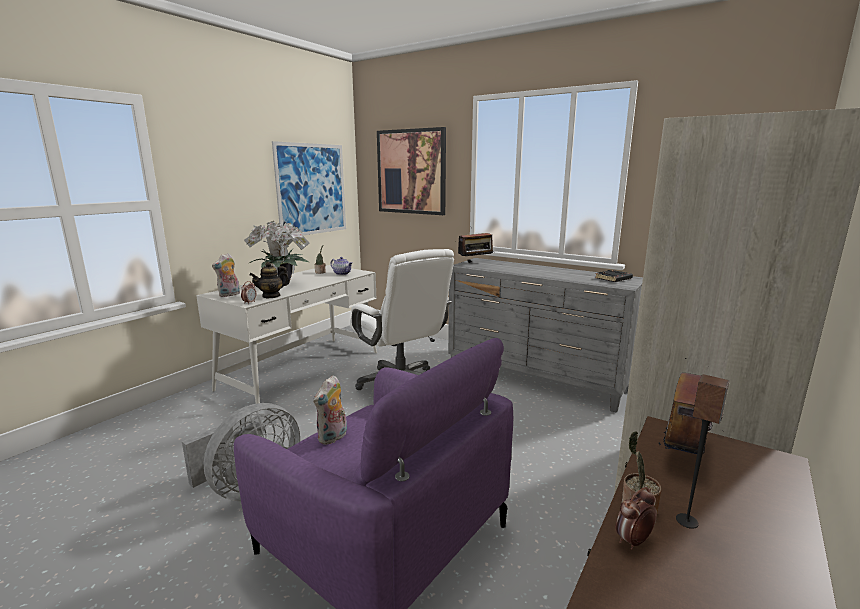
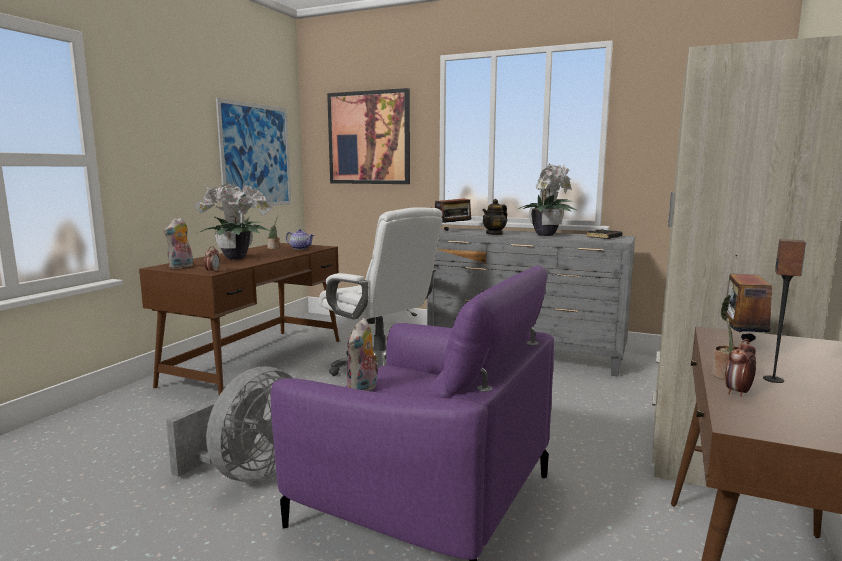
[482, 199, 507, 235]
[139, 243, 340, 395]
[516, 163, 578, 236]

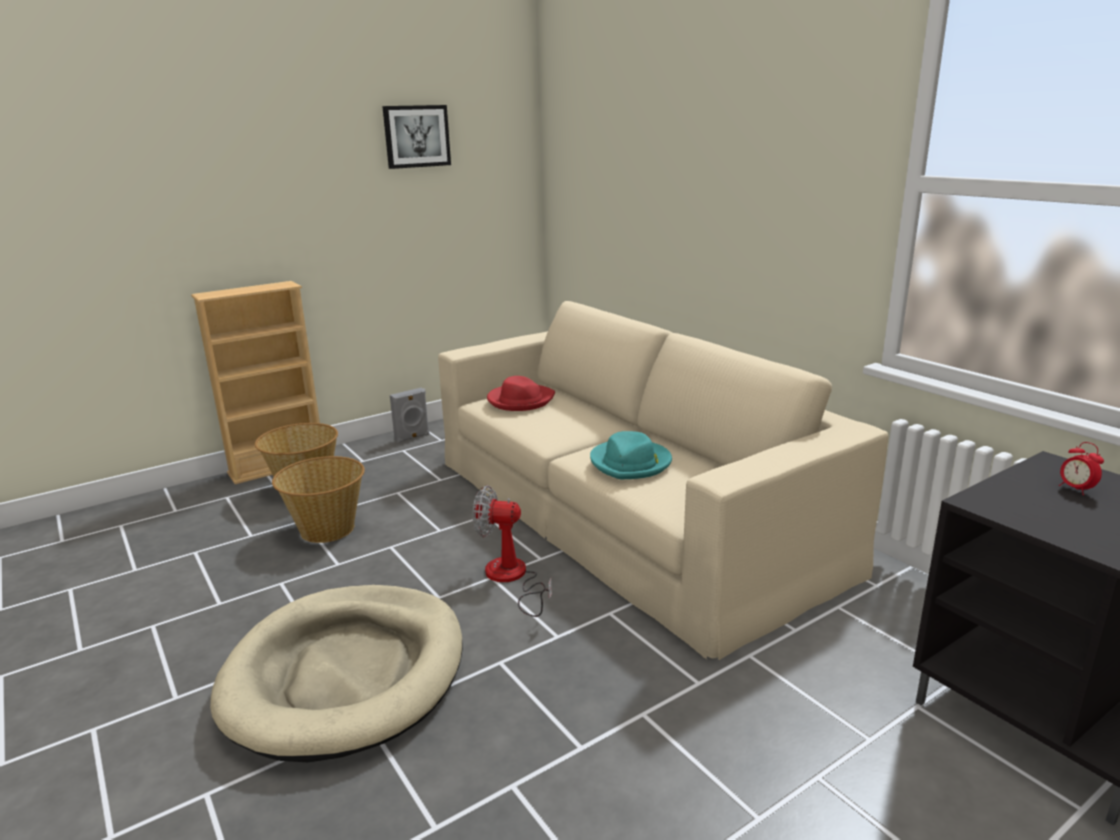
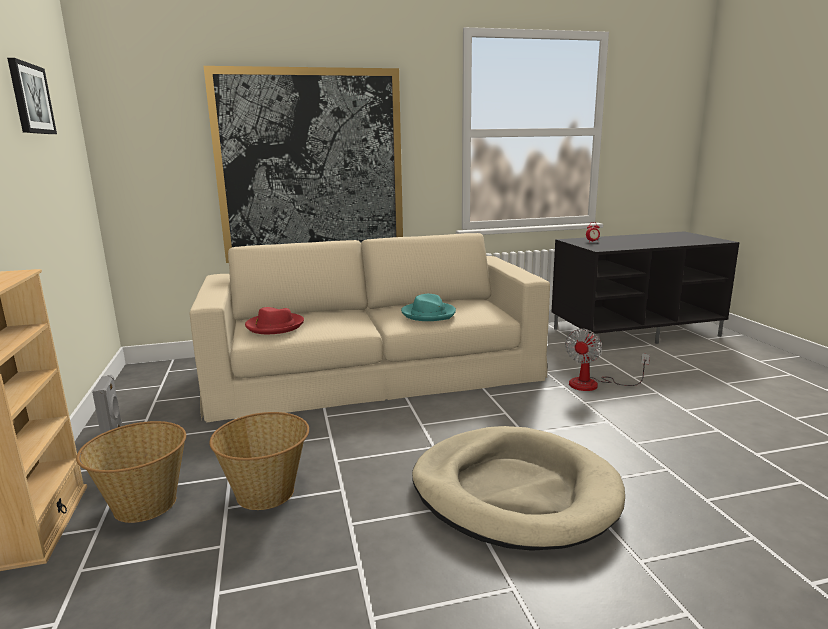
[565, 329, 650, 391]
[204, 66, 403, 263]

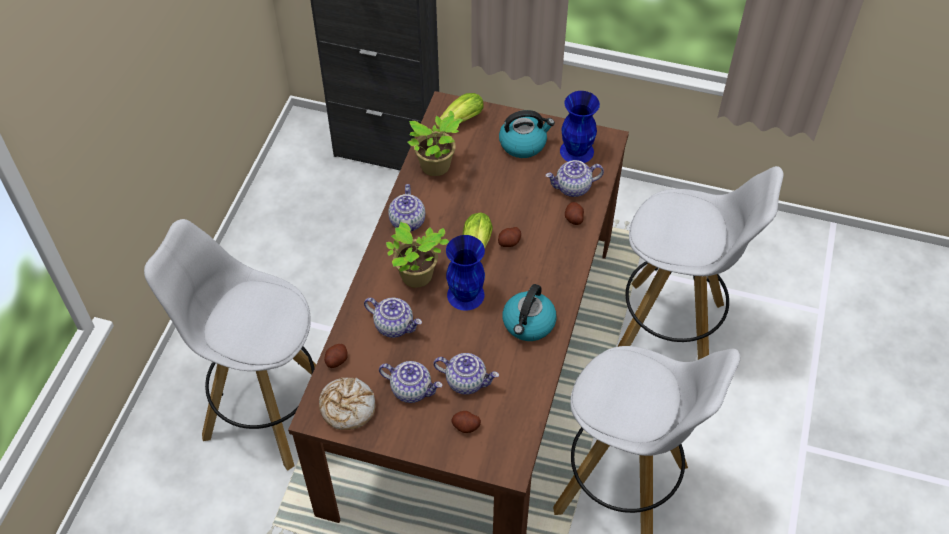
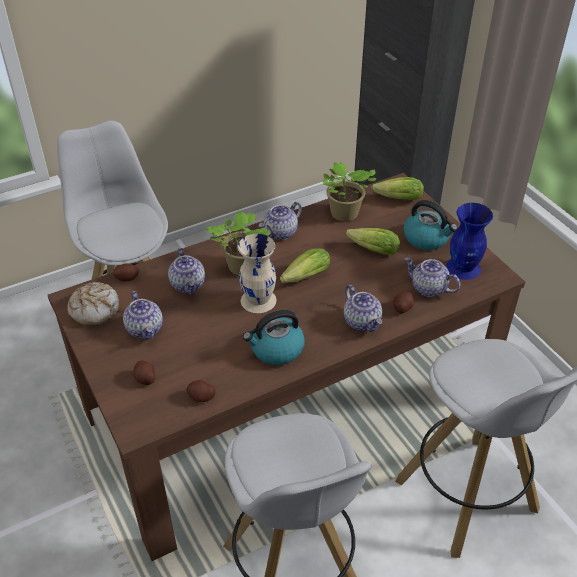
[187, 380, 216, 402]
[238, 234, 276, 313]
[344, 285, 382, 332]
[346, 228, 400, 255]

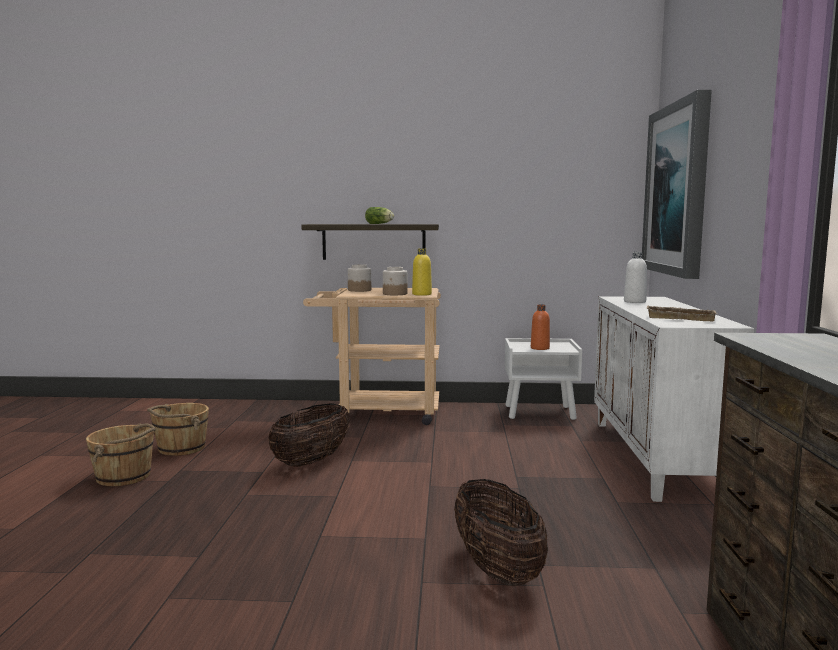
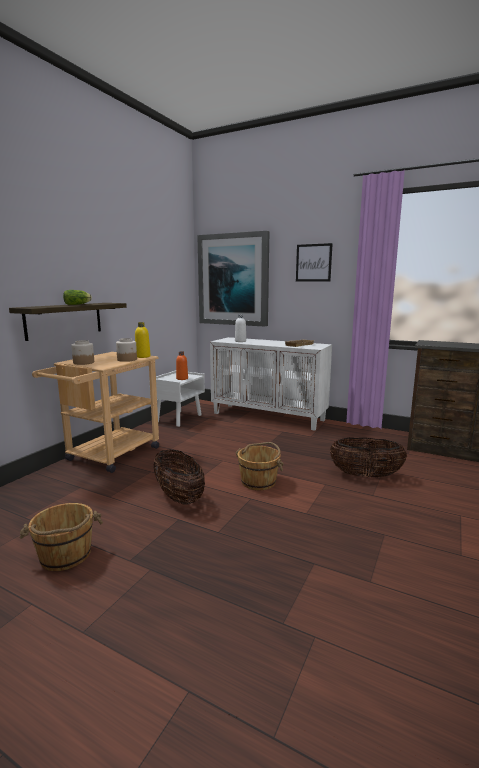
[236, 442, 284, 490]
[296, 243, 333, 281]

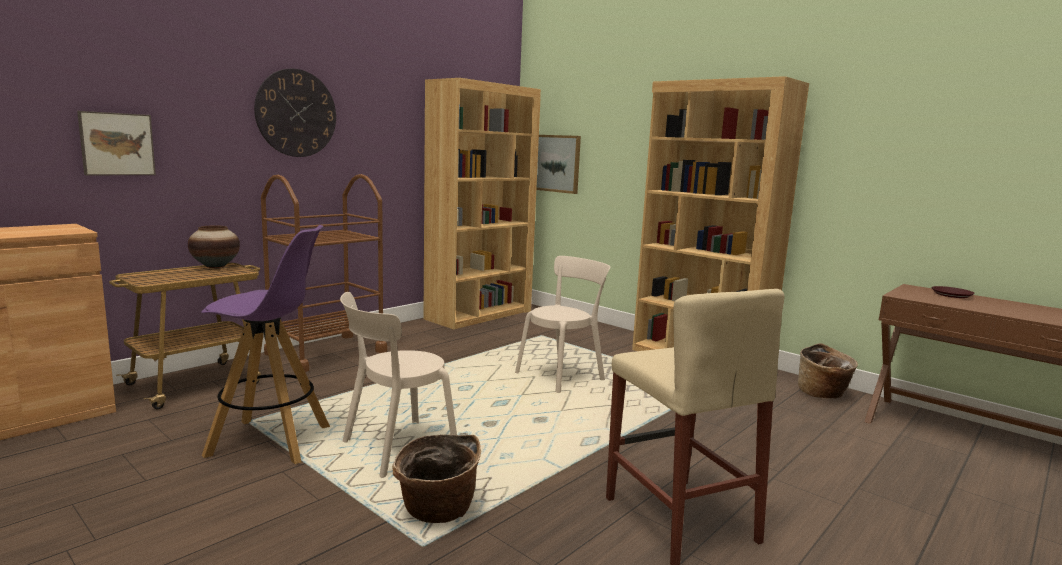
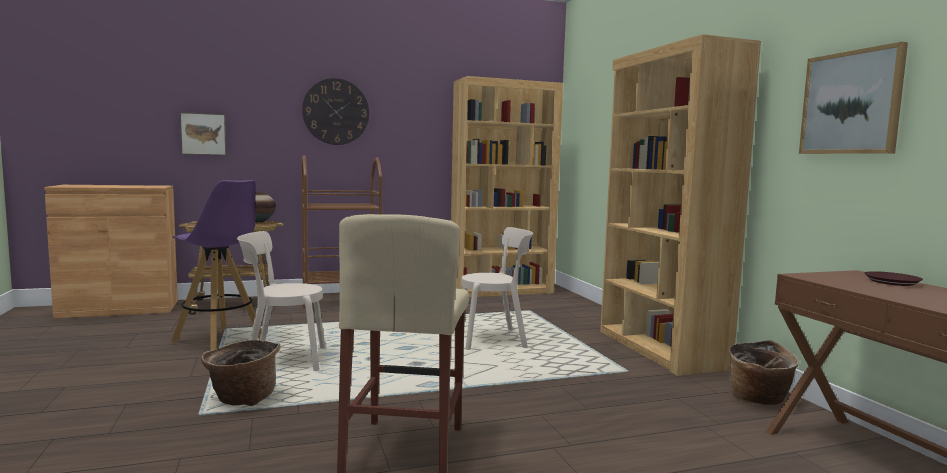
[799, 42, 908, 154]

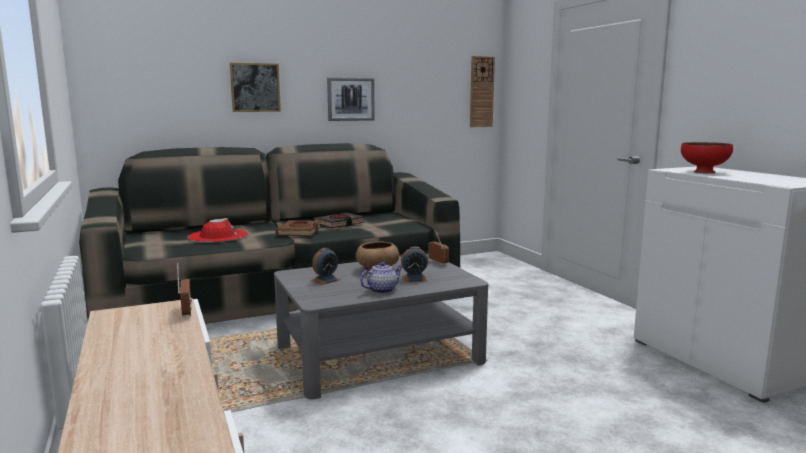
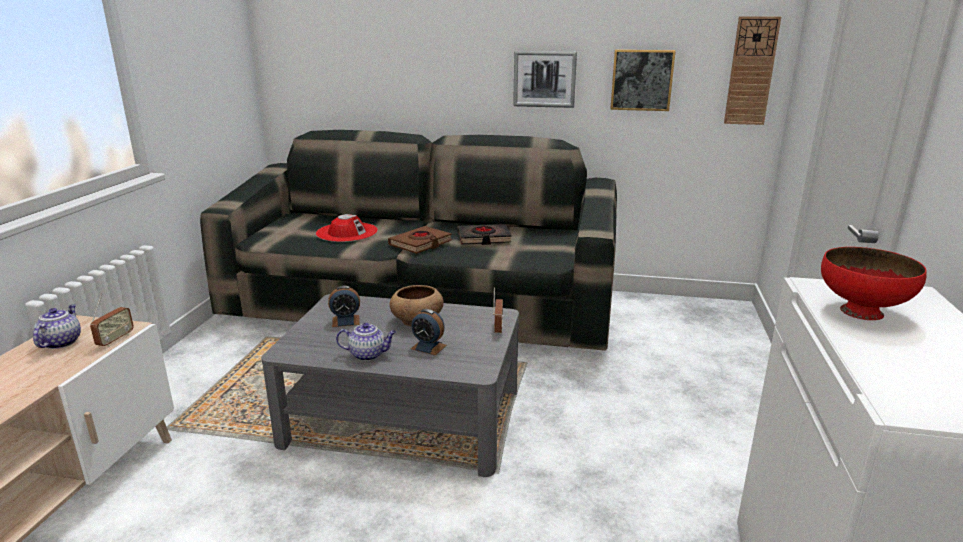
[610, 49, 676, 111]
[33, 304, 81, 349]

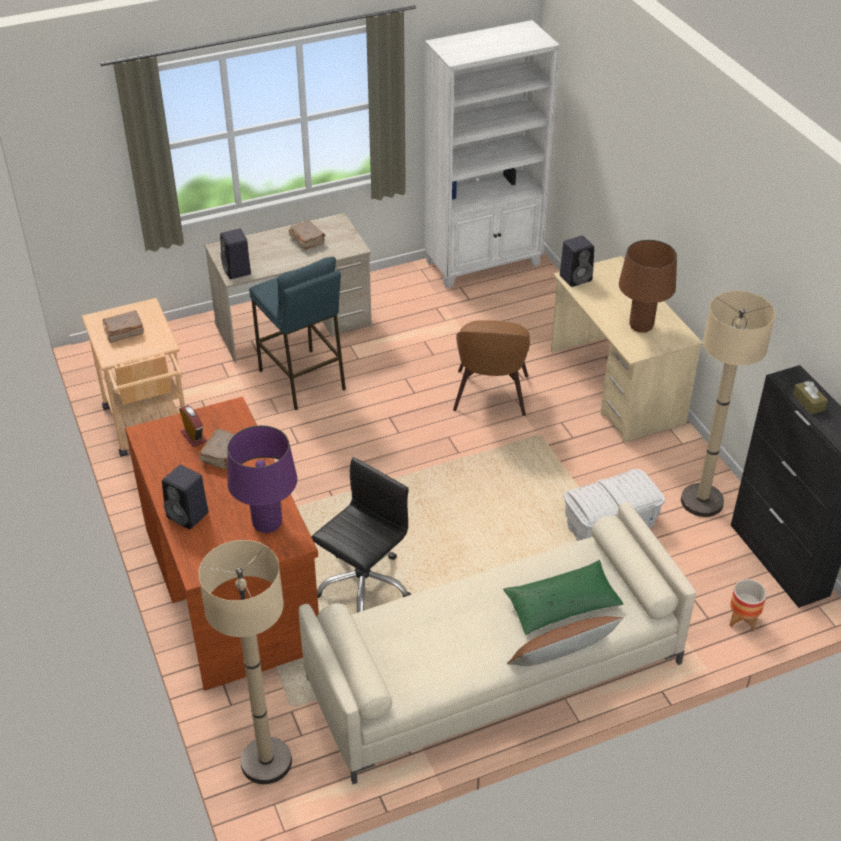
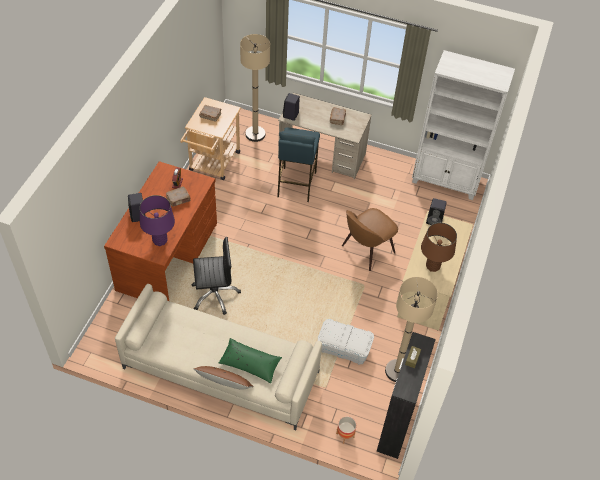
[240, 34, 270, 142]

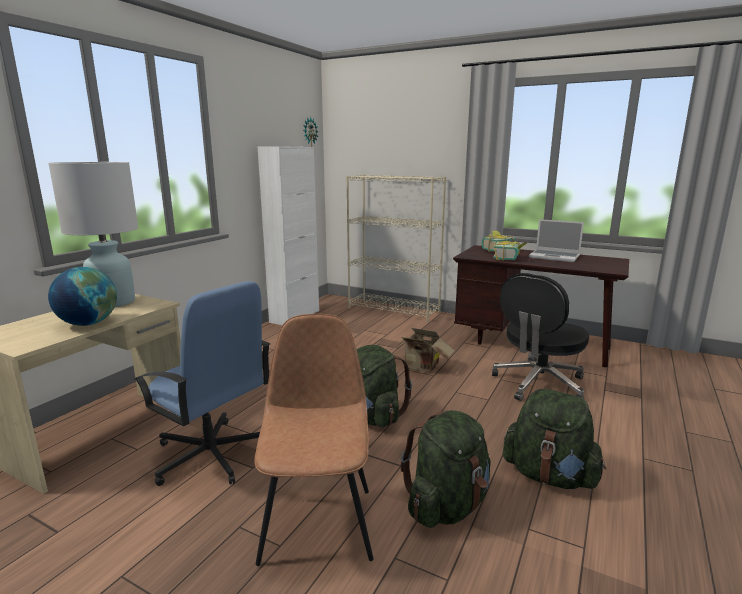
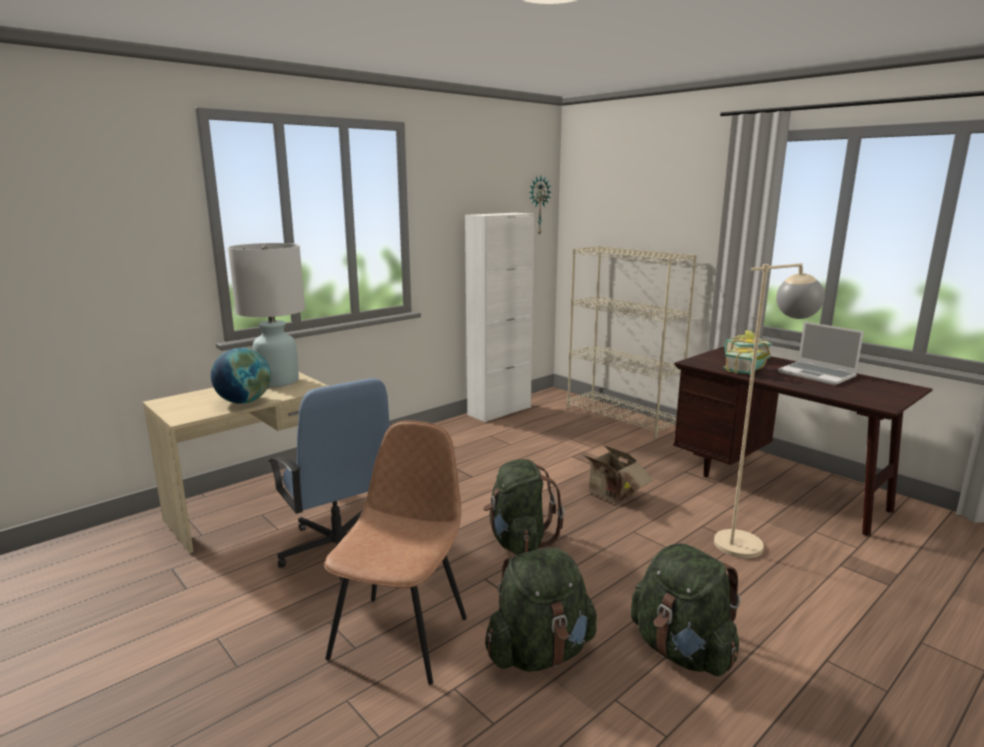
[714, 263, 825, 558]

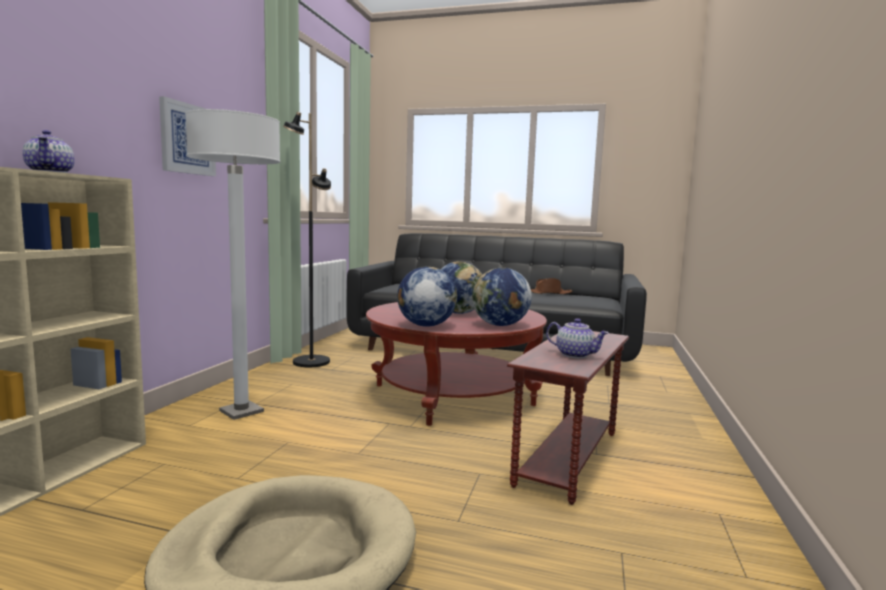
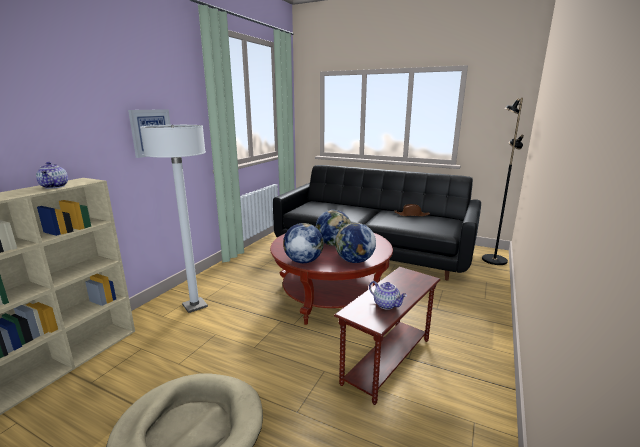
[482, 98, 524, 265]

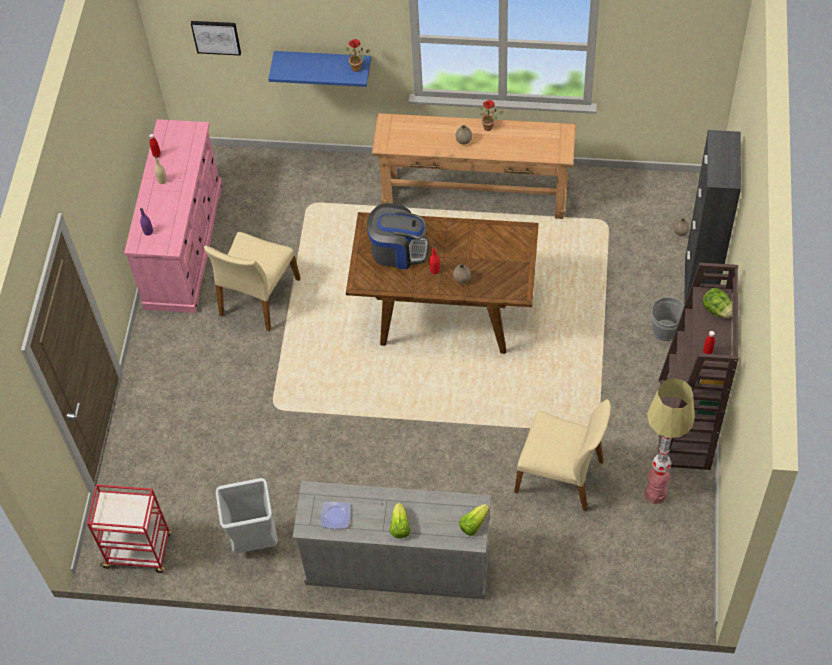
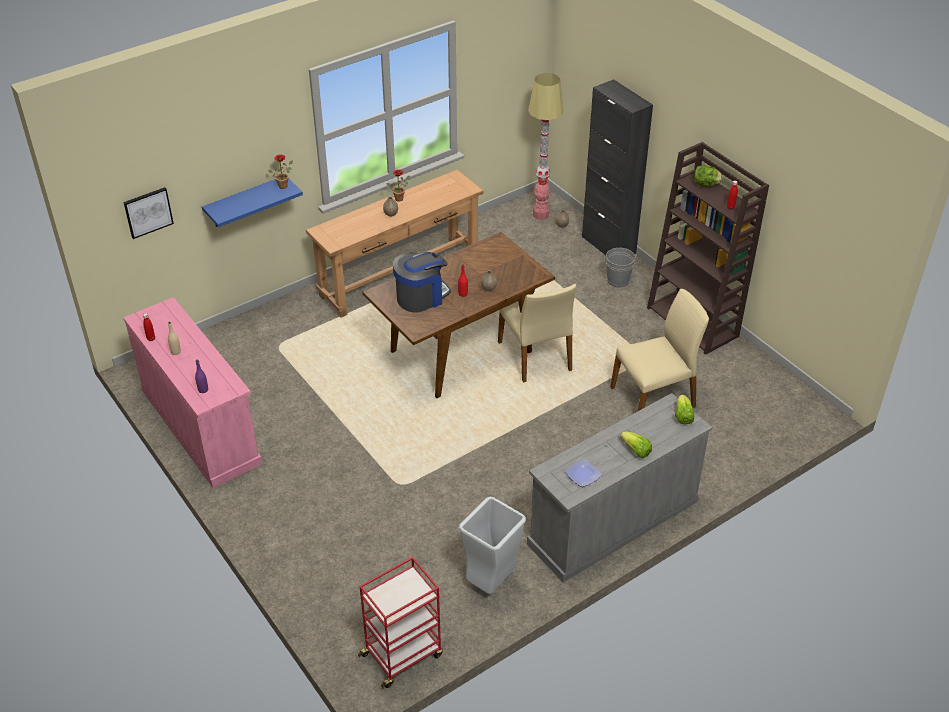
[498, 284, 576, 383]
[528, 73, 563, 220]

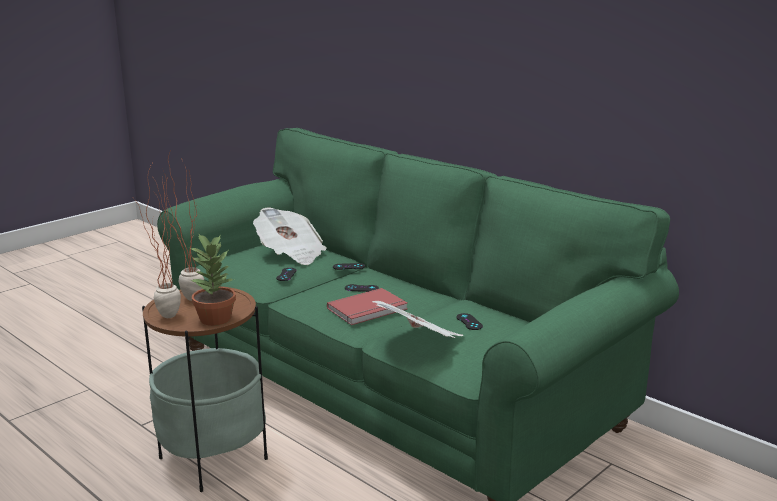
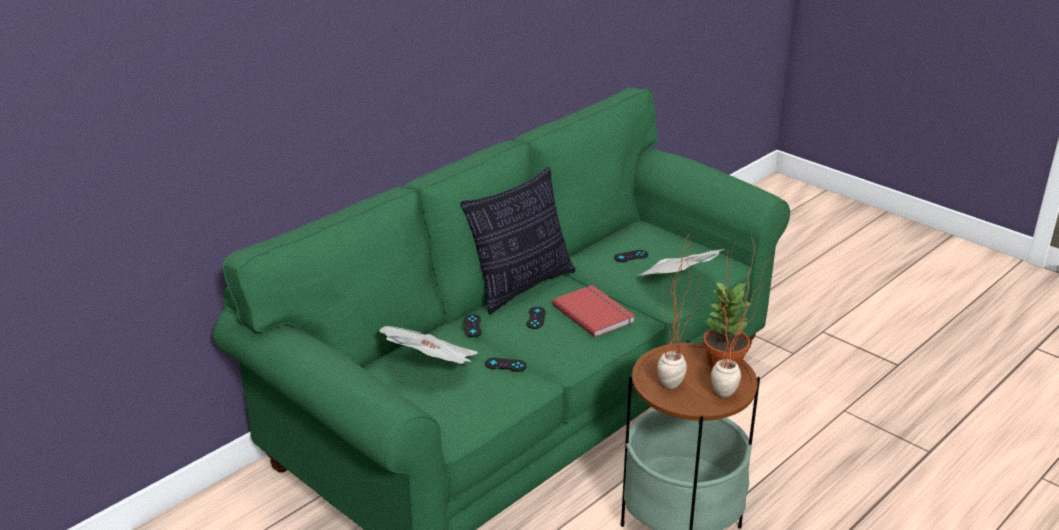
[460, 167, 575, 315]

